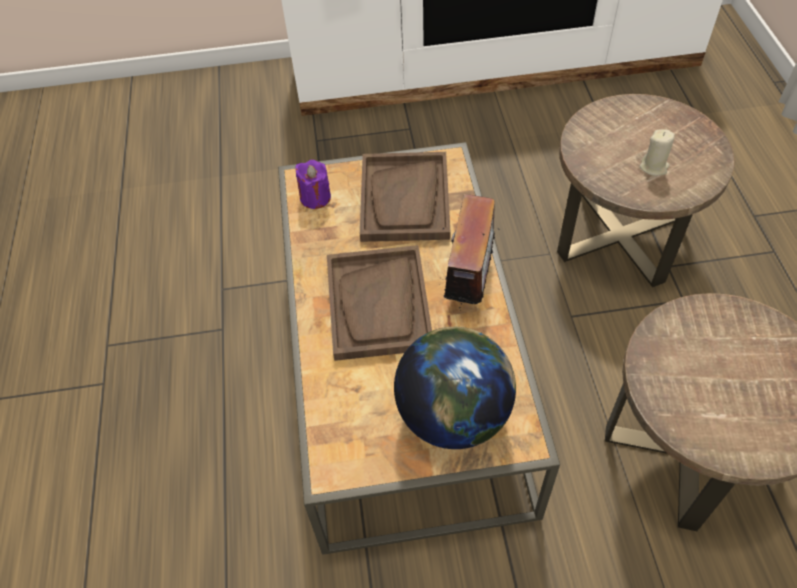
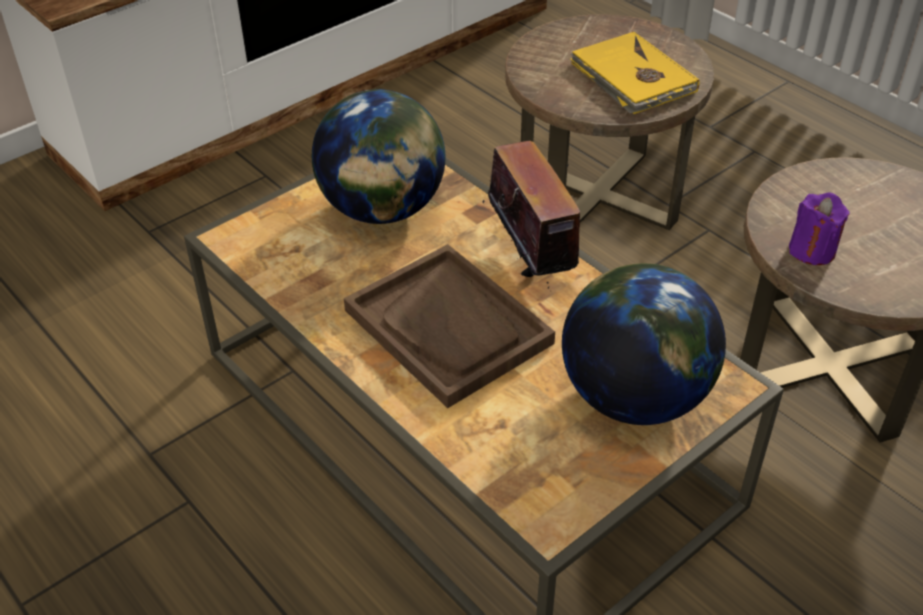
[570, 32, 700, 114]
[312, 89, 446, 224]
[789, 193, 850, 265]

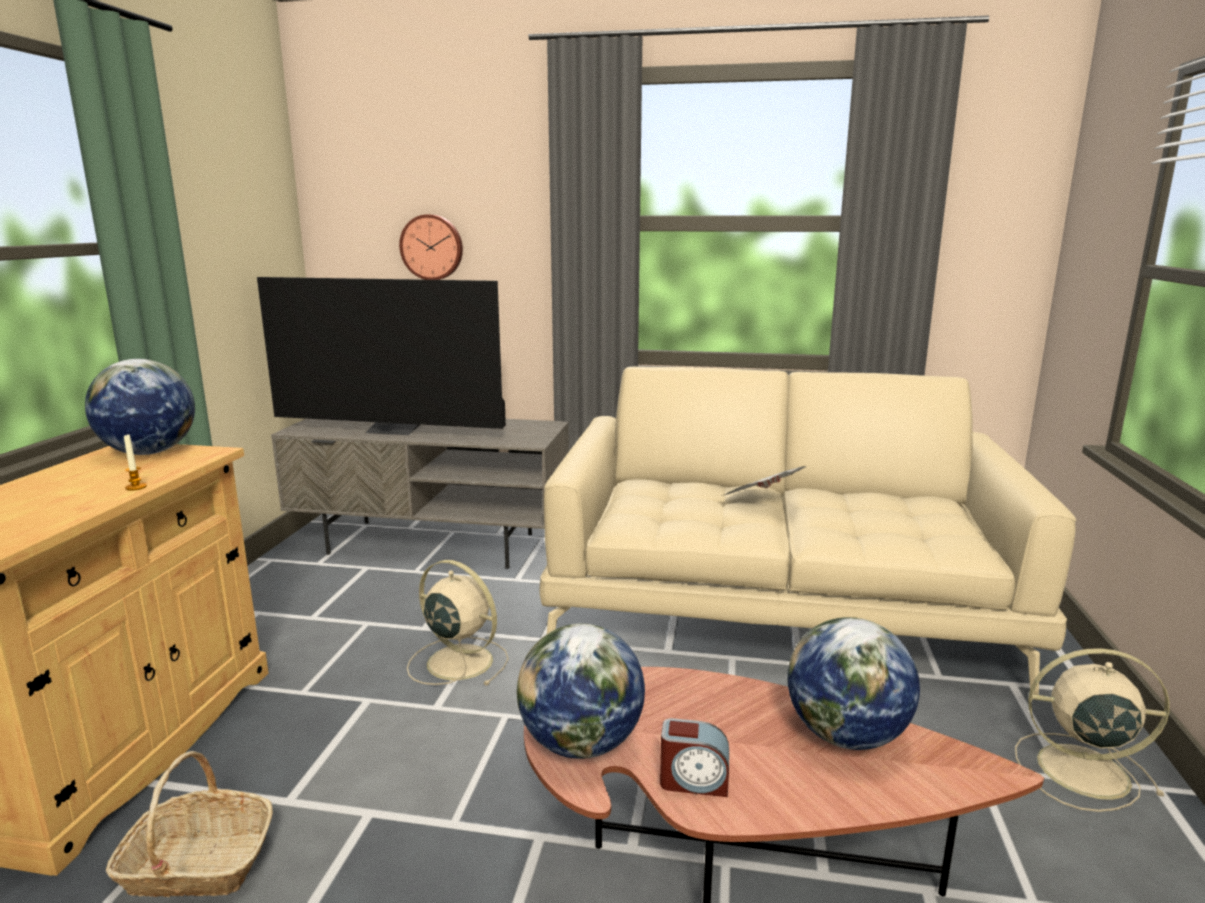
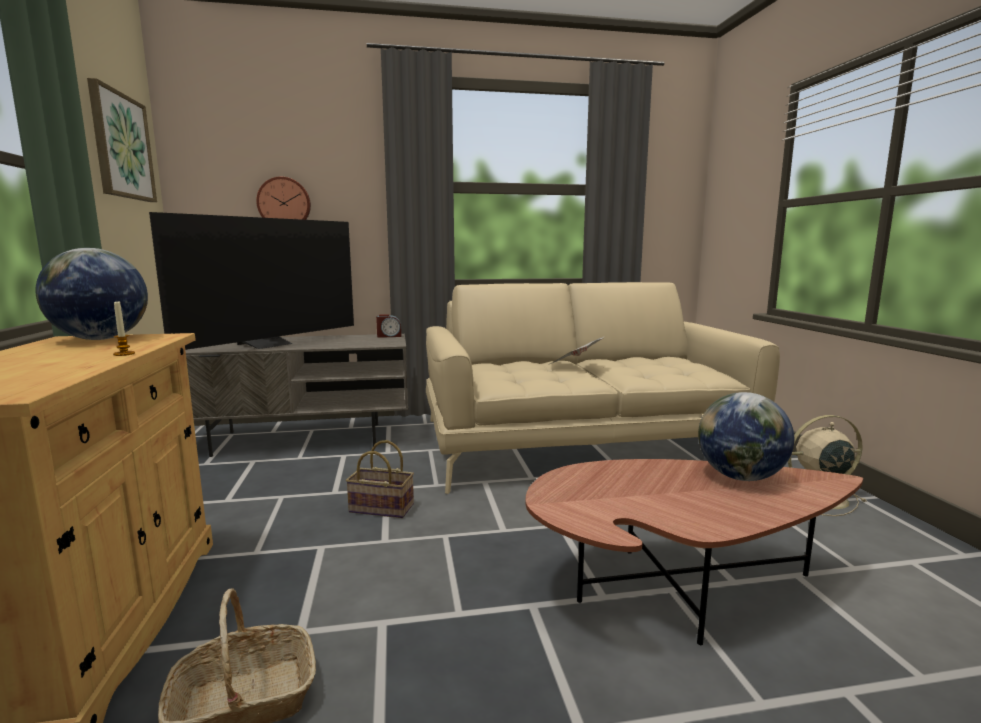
[149, 212, 354, 350]
[346, 440, 414, 518]
[517, 623, 645, 759] (first image)
[376, 314, 401, 338]
[87, 78, 157, 202]

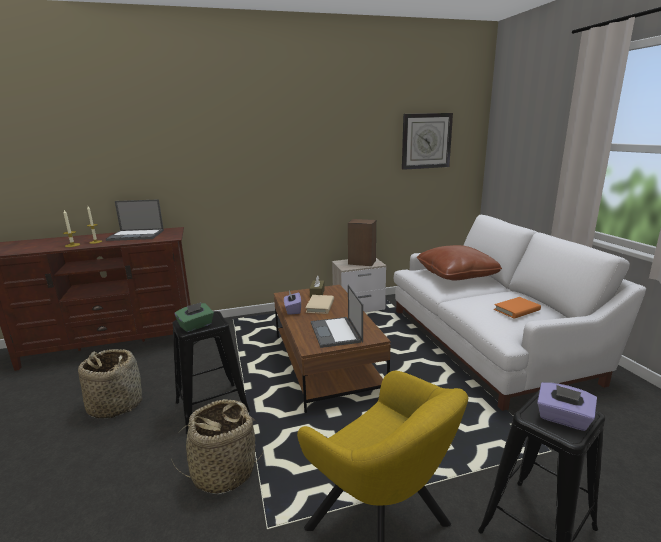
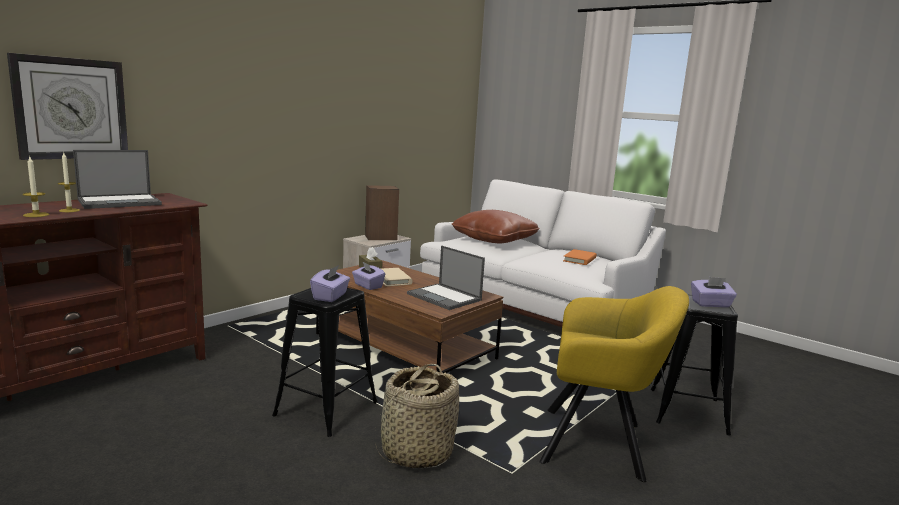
[7, 53, 128, 160]
[310, 265, 350, 302]
[78, 349, 142, 419] (first image)

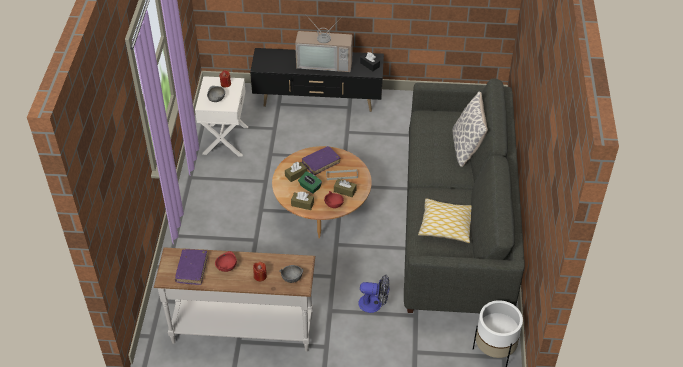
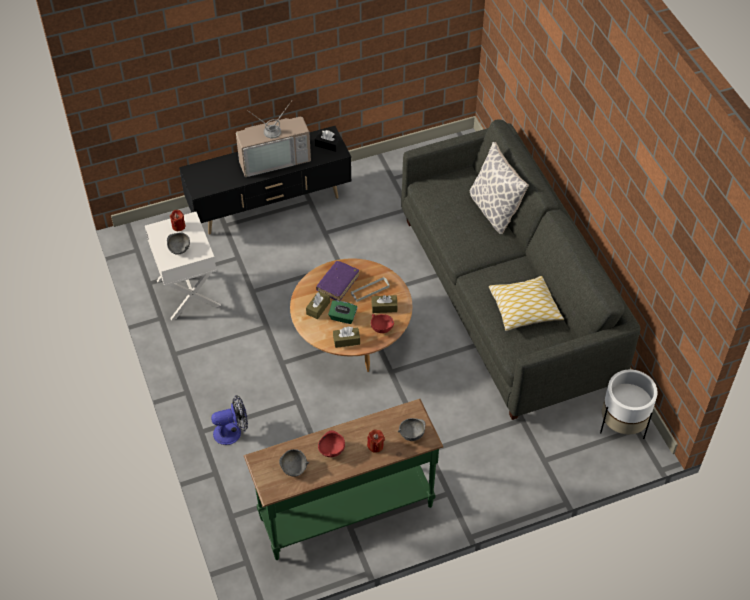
[244, 399, 443, 560]
[279, 449, 309, 477]
[211, 395, 248, 445]

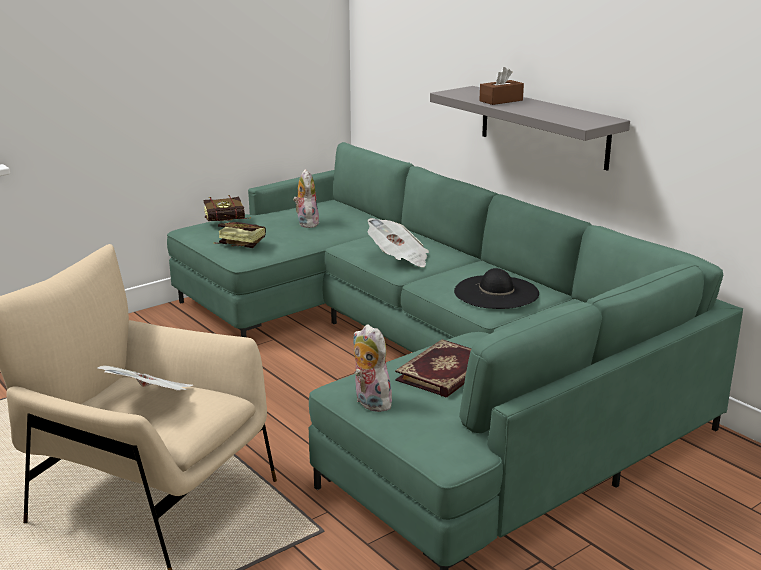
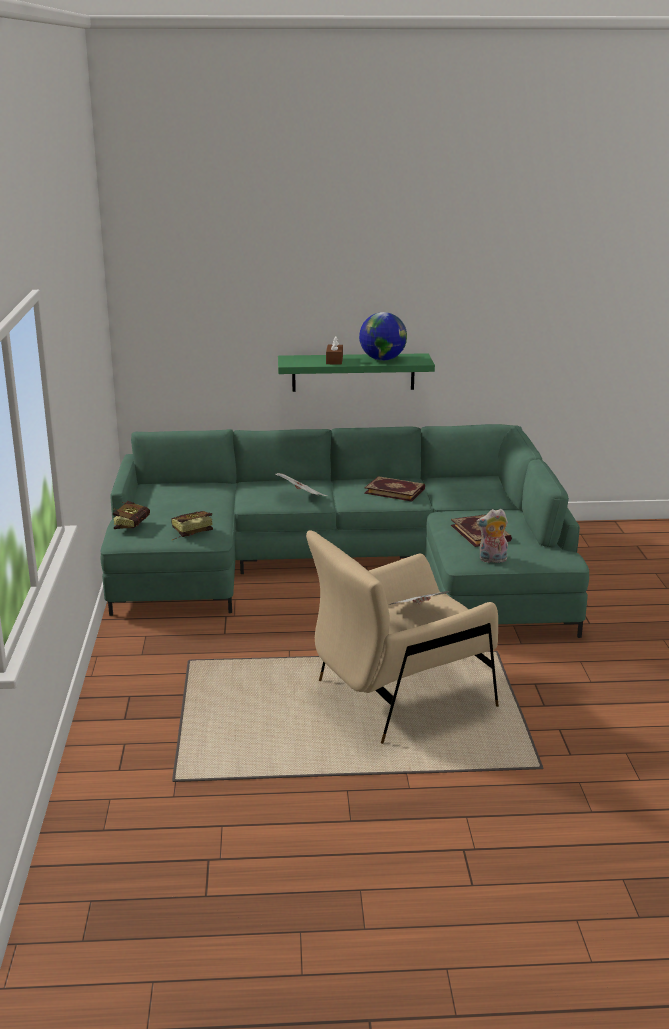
[278, 353, 435, 392]
[293, 169, 320, 228] (first image)
[364, 476, 425, 502]
[359, 312, 407, 361]

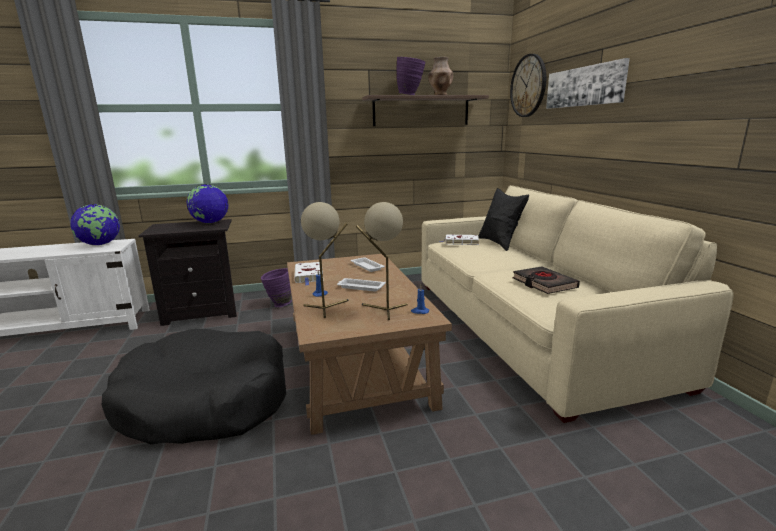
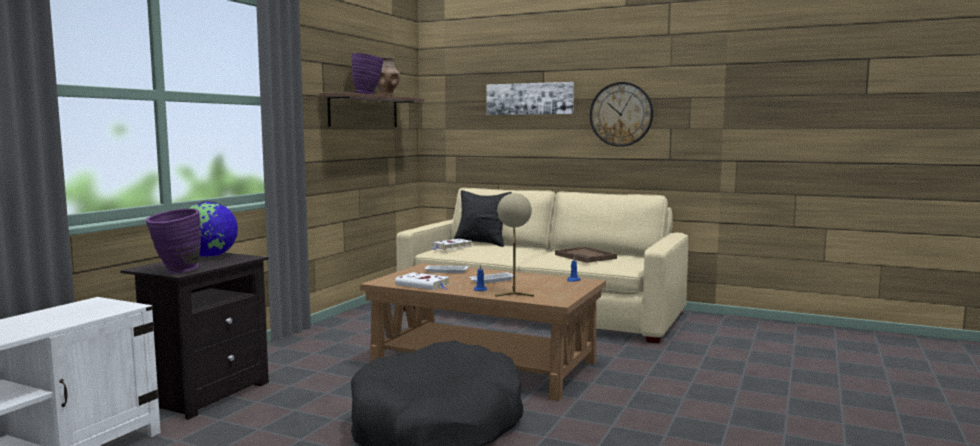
[590, 82, 653, 147]
[356, 202, 408, 320] (first image)
[70, 204, 120, 245] (first image)
[555, 247, 617, 263]
[146, 209, 201, 273]

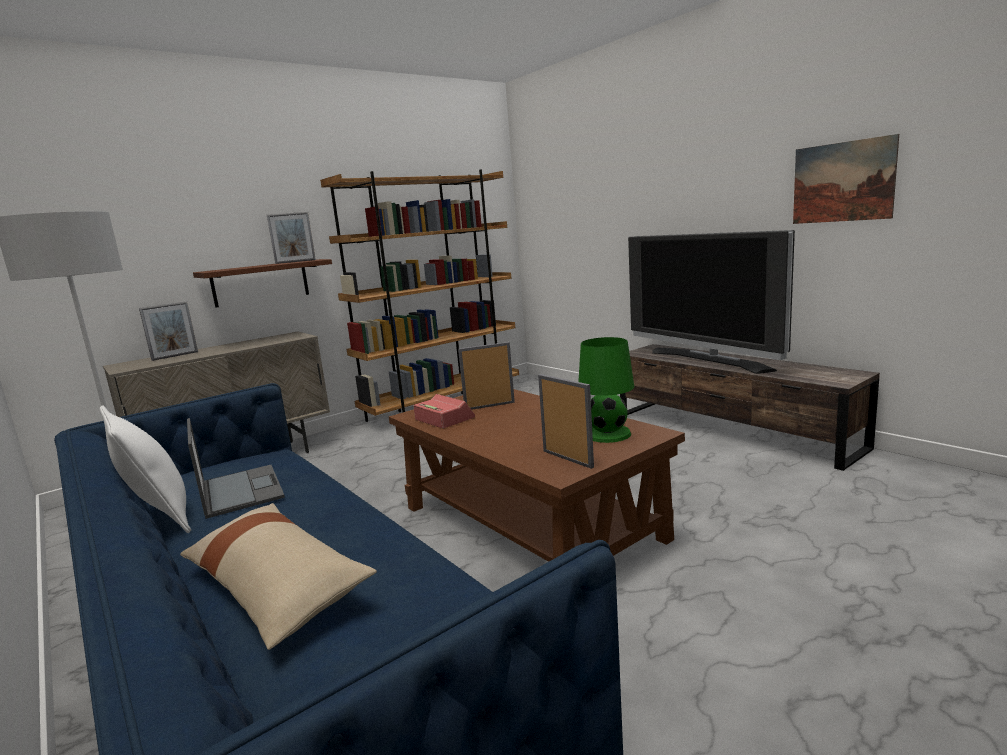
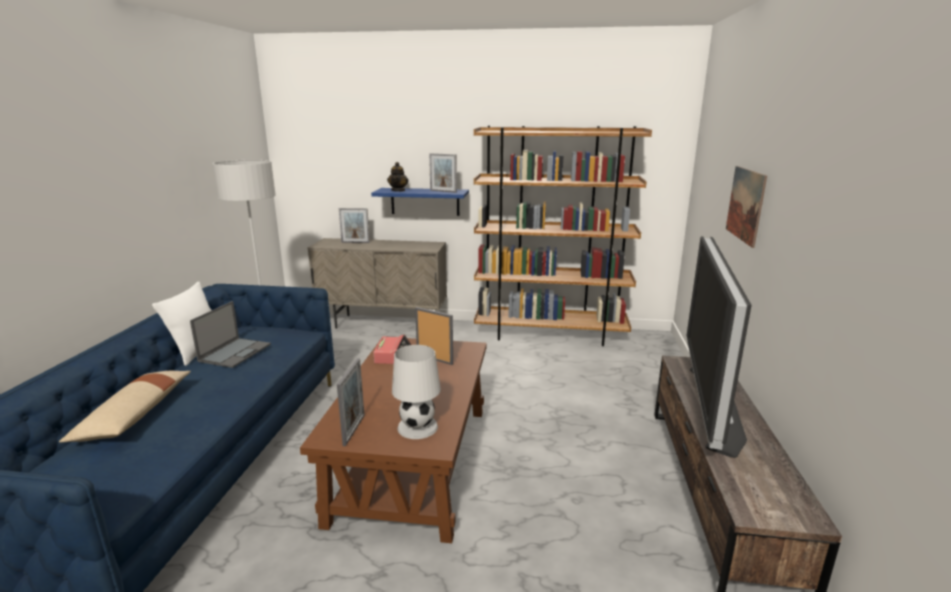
[726, 166, 767, 248]
[371, 188, 469, 216]
[392, 345, 441, 439]
[387, 162, 408, 192]

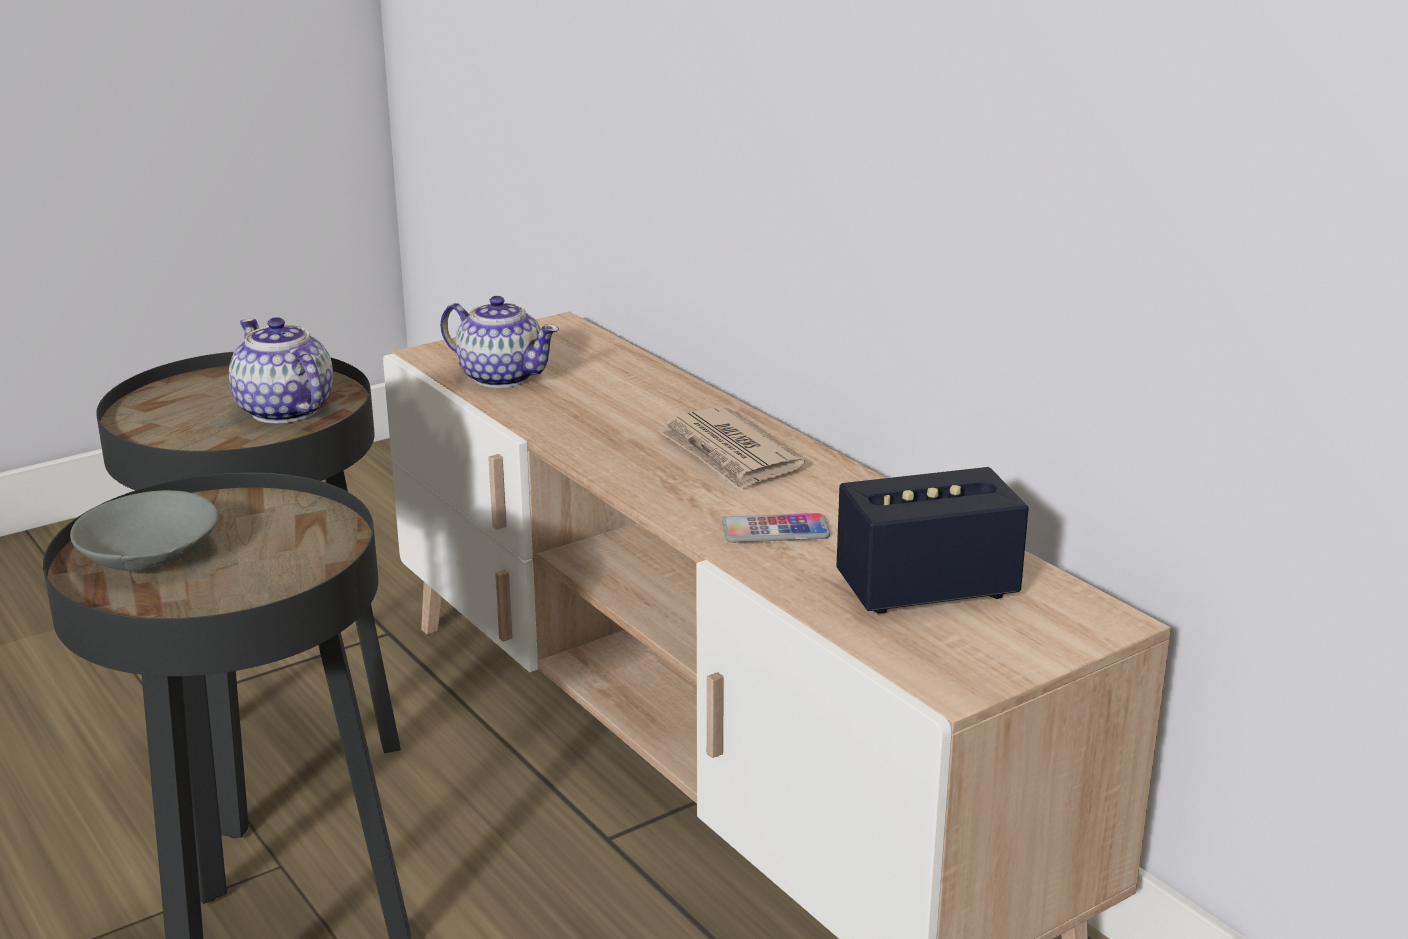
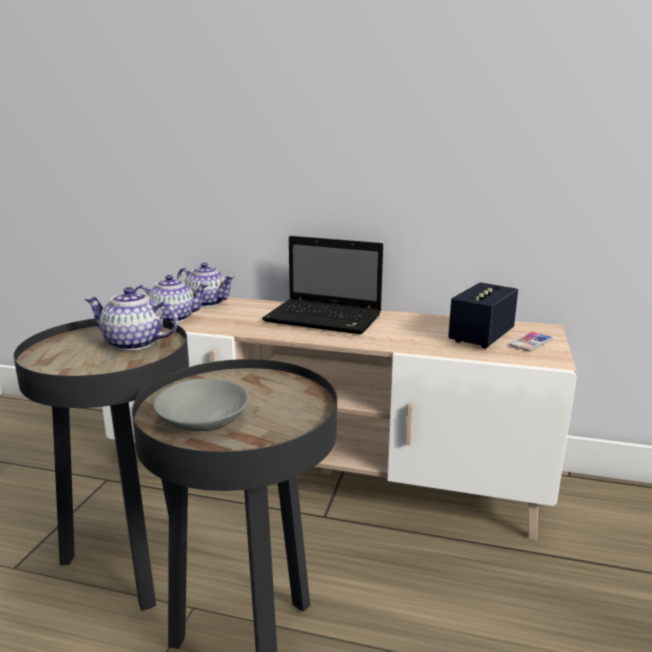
[262, 236, 383, 334]
[509, 332, 553, 351]
[177, 263, 235, 307]

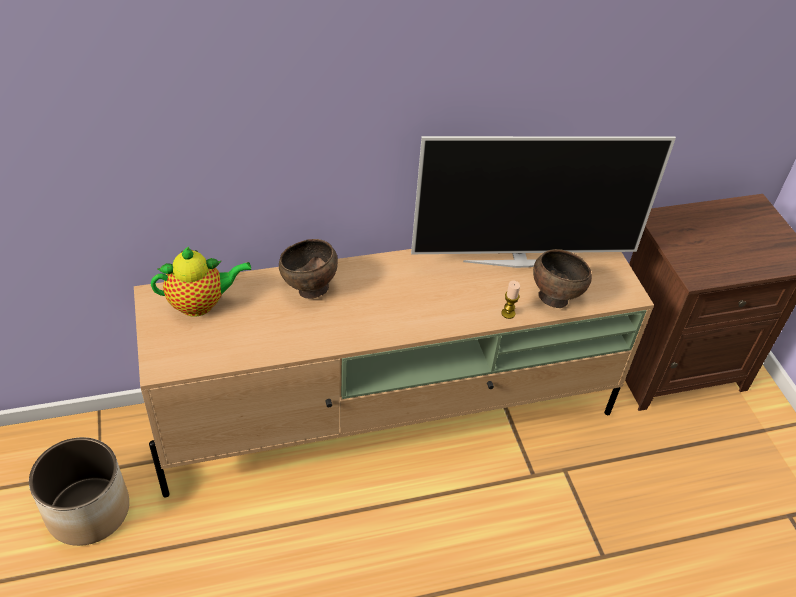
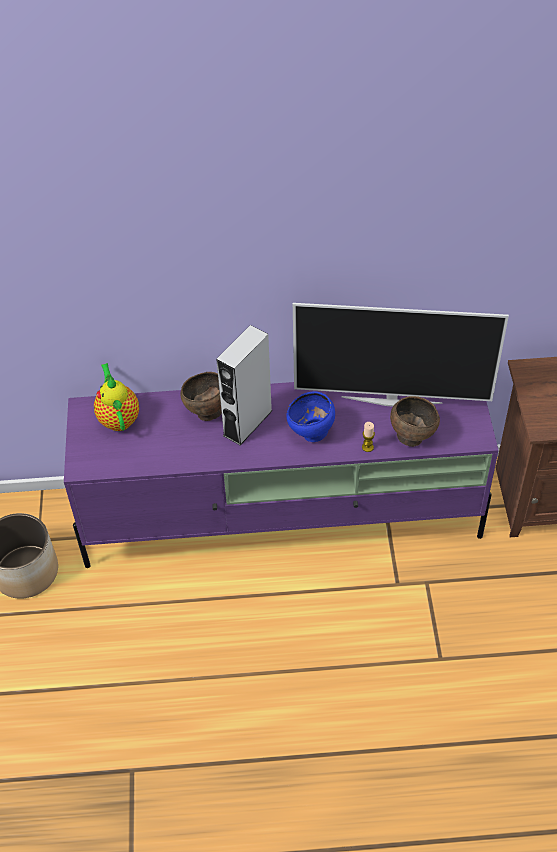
[94, 363, 139, 431]
[64, 382, 499, 568]
[216, 325, 273, 446]
[286, 392, 335, 442]

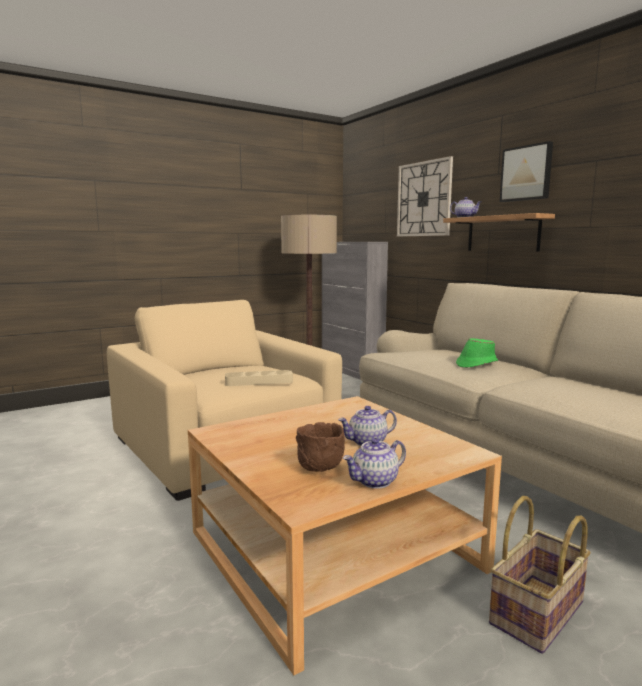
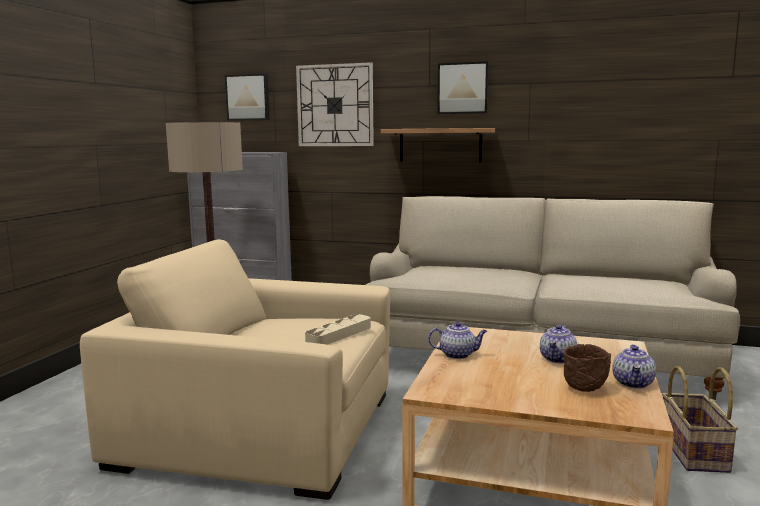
[428, 322, 487, 359]
[456, 338, 498, 368] (first image)
[225, 74, 270, 121]

